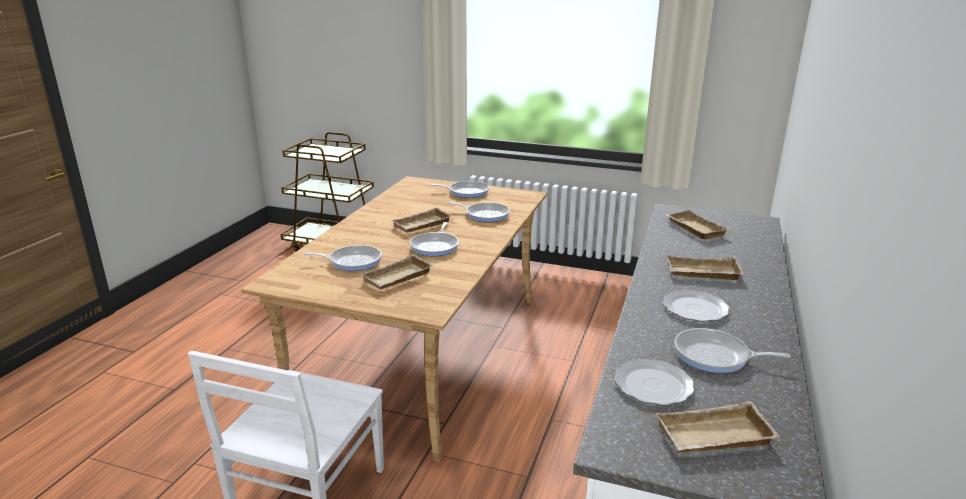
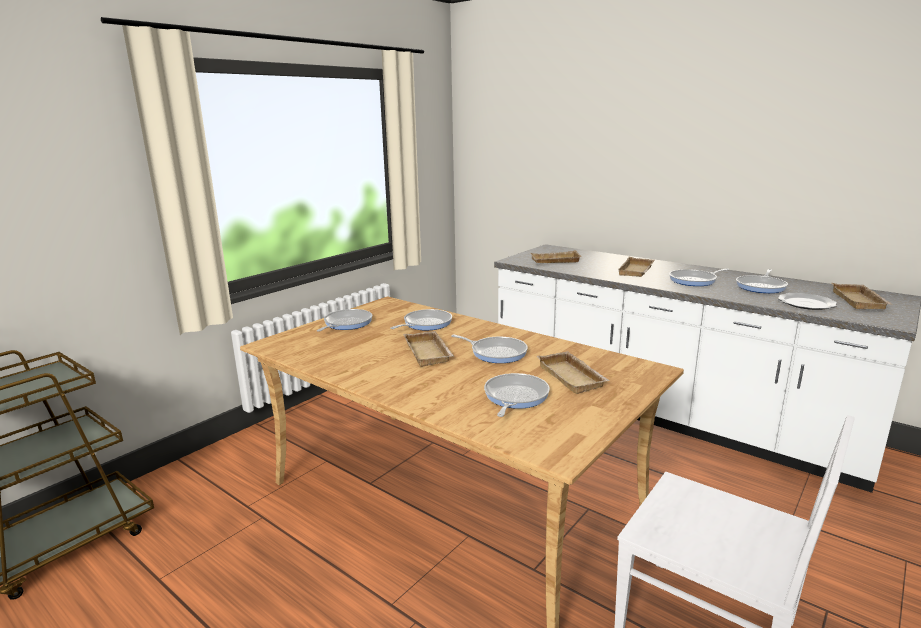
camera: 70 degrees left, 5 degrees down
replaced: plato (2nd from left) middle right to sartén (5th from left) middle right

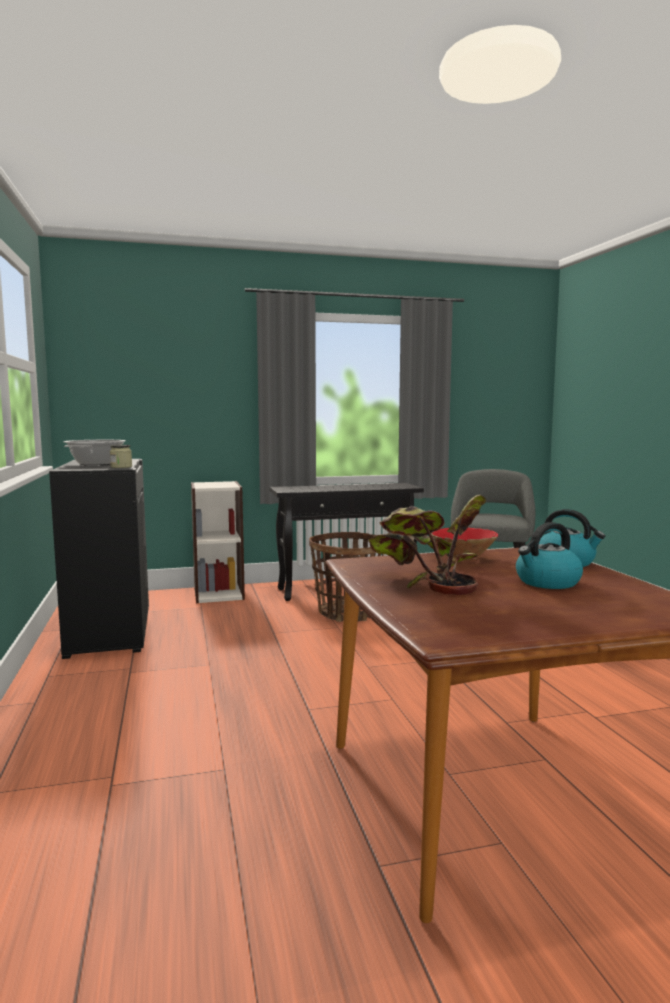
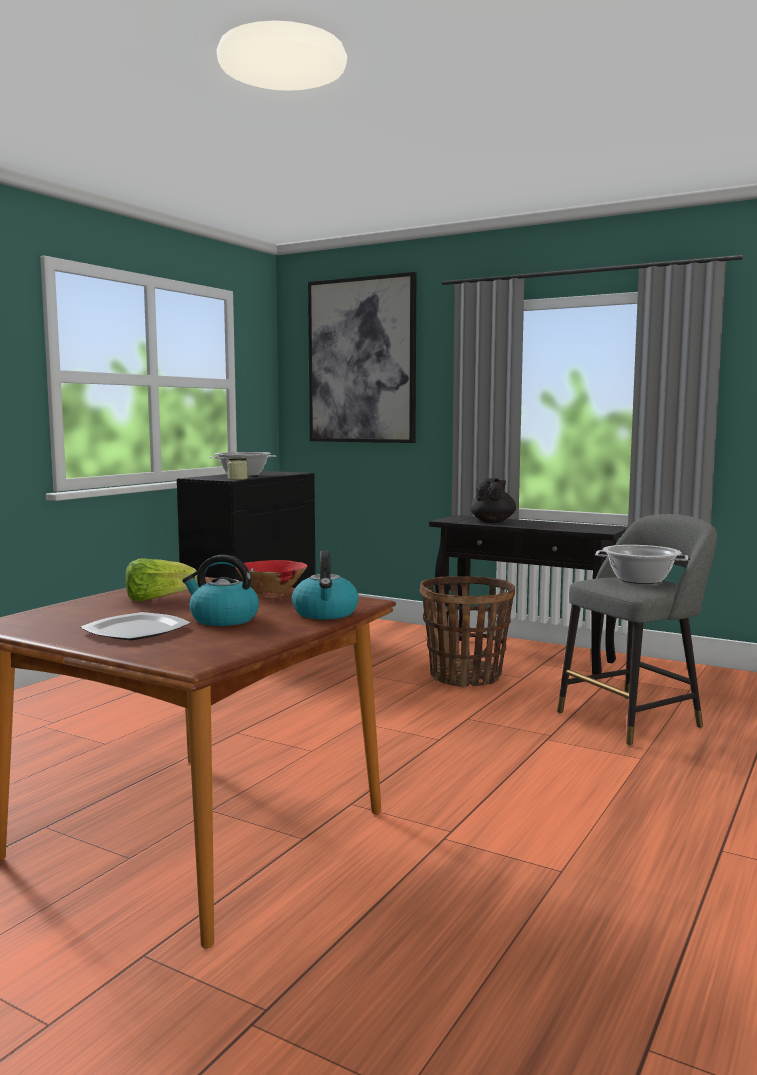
camera: 45 degrees right, 0 degrees up
removed: estantería middle left
added: plato middle left; cuadro top centre; tetera [negro] centre; olla (2nd from left) middle right
replaced: planta en maceta centre to lechuga middle left

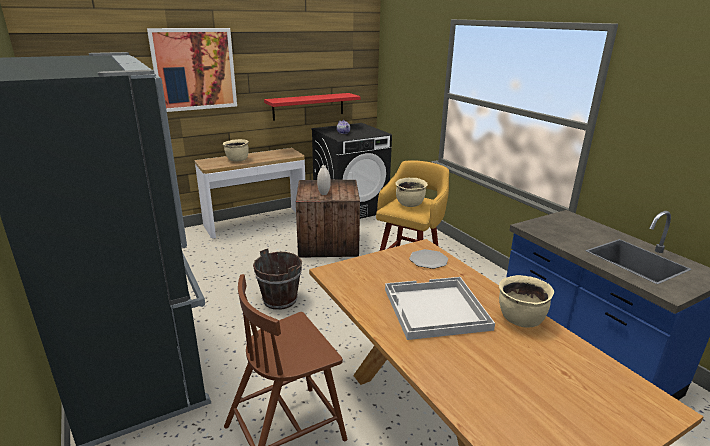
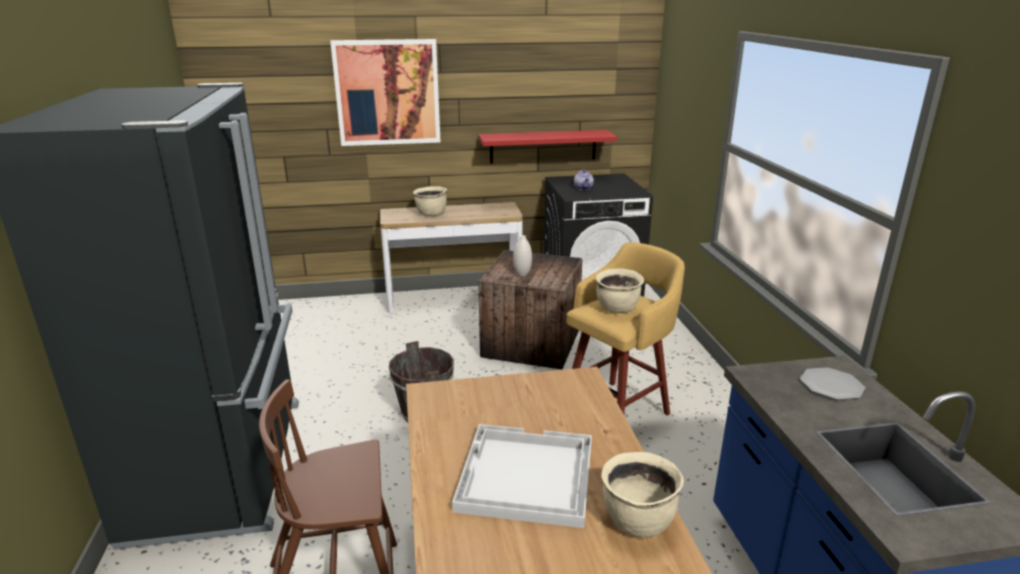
camera: 20 degrees right, 0 degrees up
moved: plato centre to bottom right

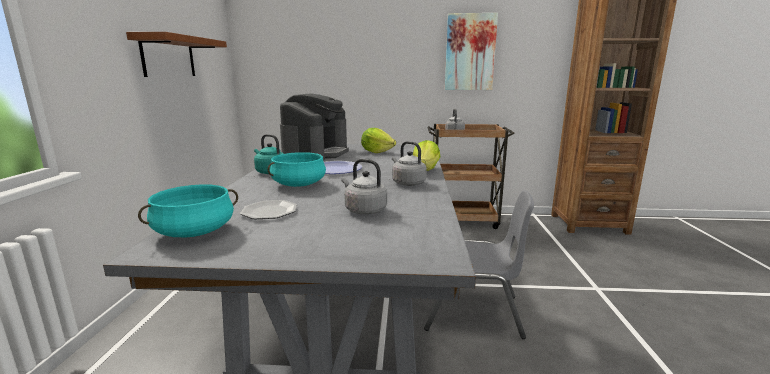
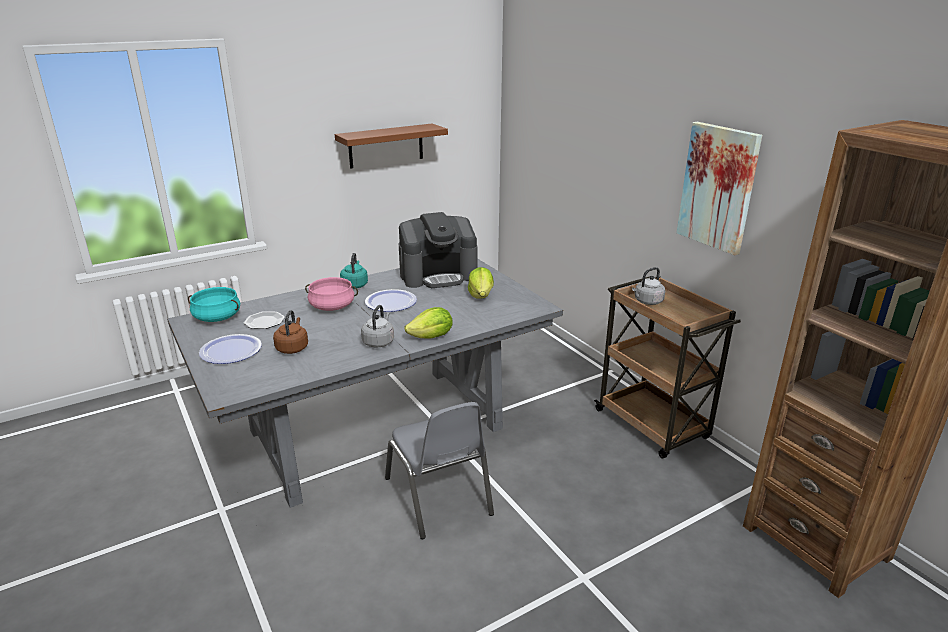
camera: 55 degrees right, 10 degrees up
added: plato (1st from left) middle left
recoloured: olla [turquesa] (2nd from left) centre to olla [rosa] centre; hervidor [gris] (1st from left) centre to hervidor [marrón] middle left

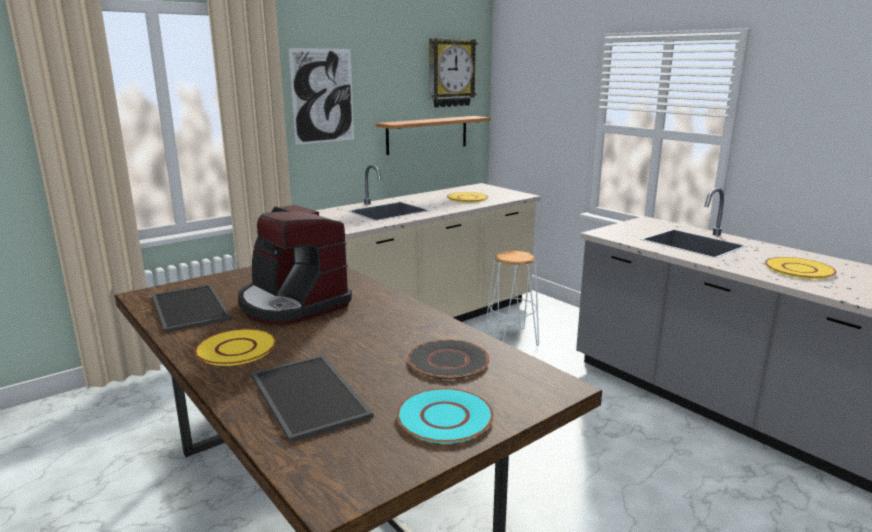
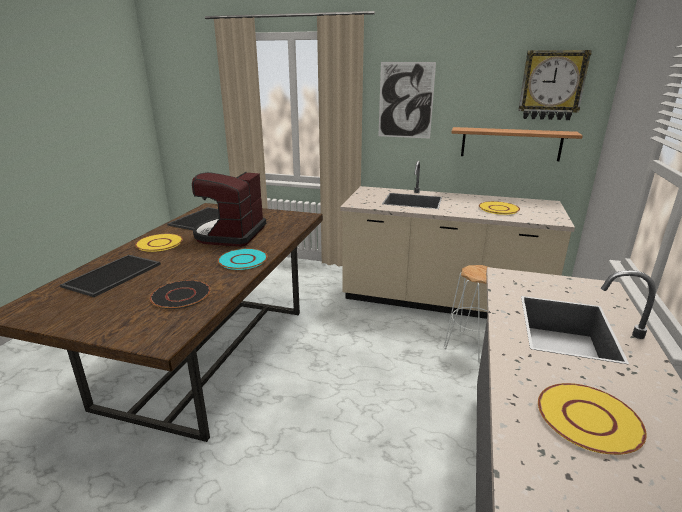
camera: 55 degrees right, 5 degrees up
moved: plato [turquesa] bottom centre to centre

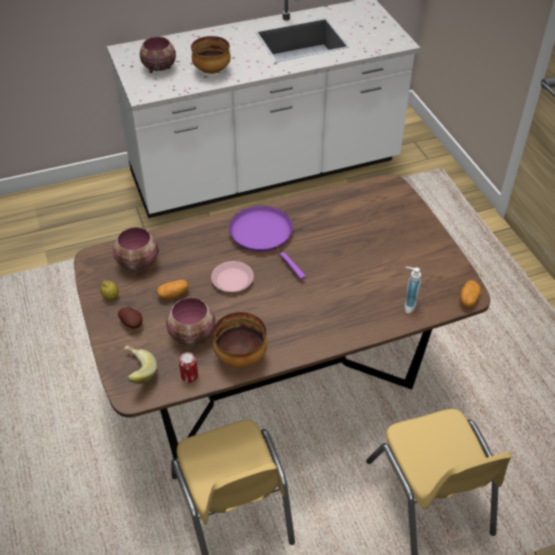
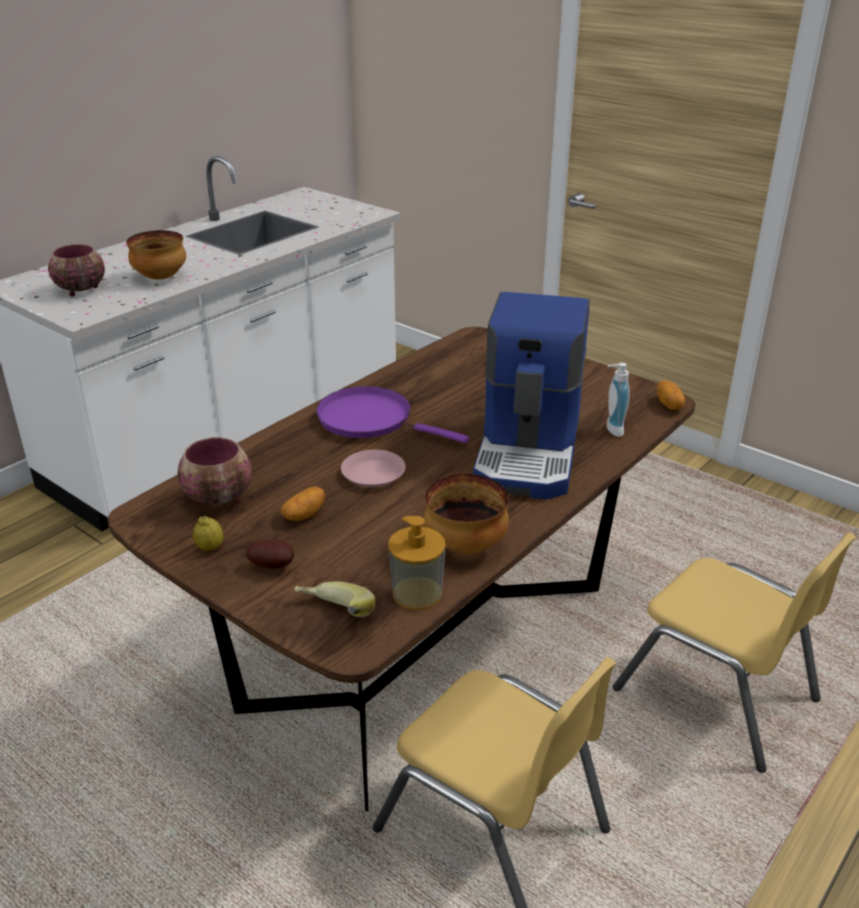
camera: 30 degrees left, 15 degrees down
removed: cuenco (3rd from left) centre
added: cafetera centre
replaced: lata centre to dispensador de jabón (1st from left) centre

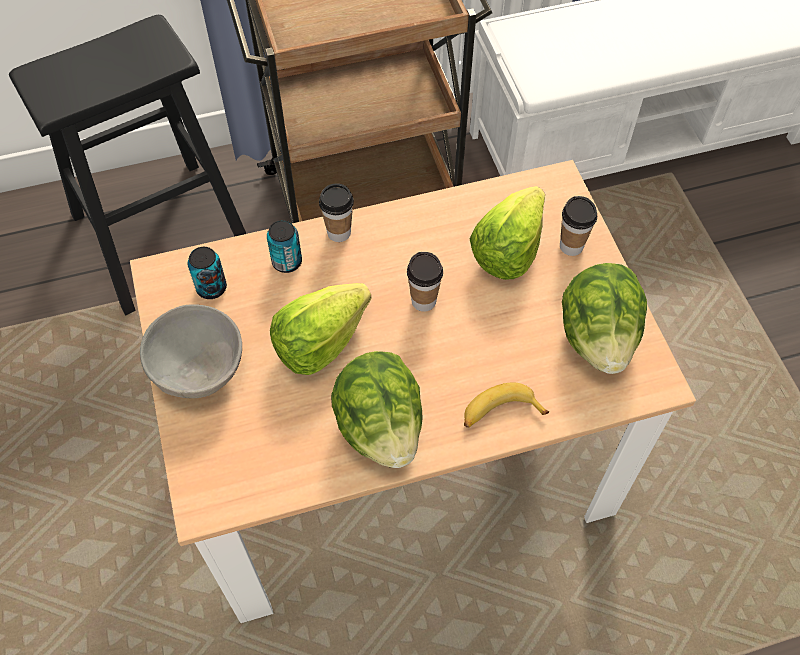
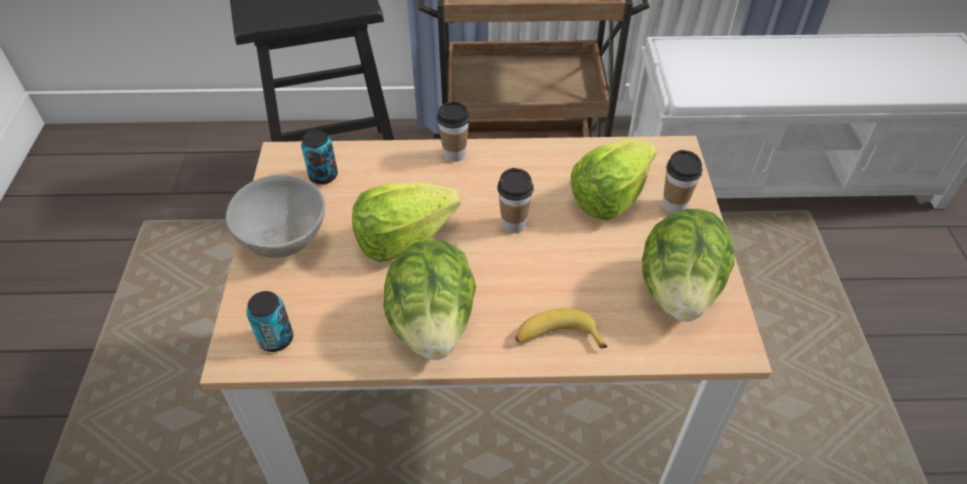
camera: 15 degrees right, 10 degrees down
moved: lata (2nd from left in the first image) centre to lata (1st from left) middle left

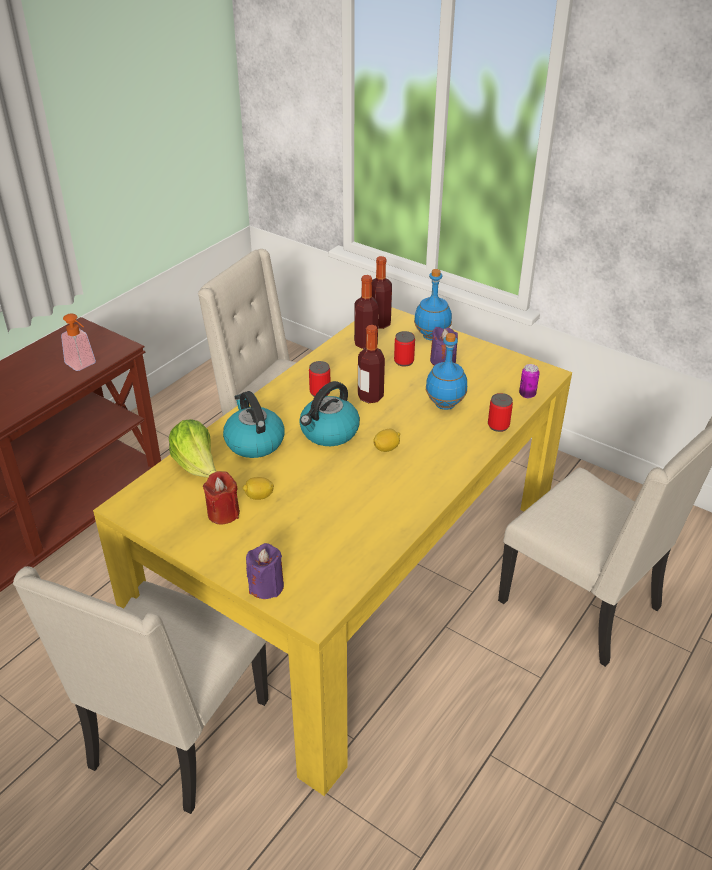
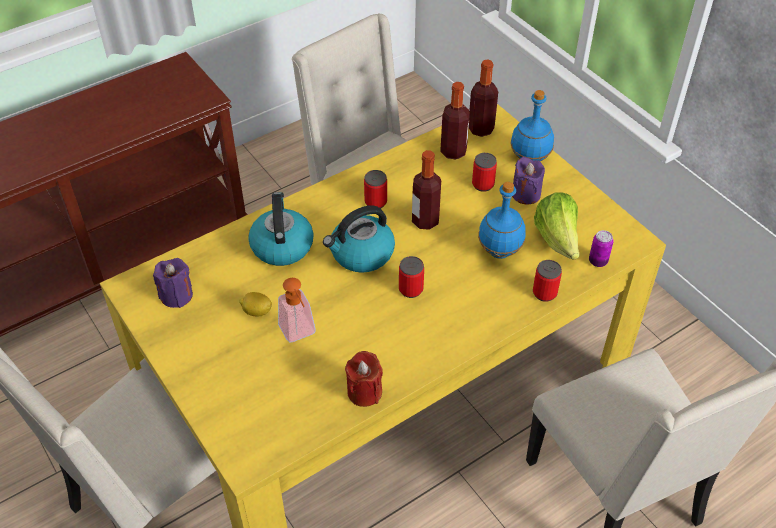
camera: 20 degrees right, 10 degrees up
moved: dispensador de jabón middle left to centre; lechuga middle left to middle right; vela [rojo] middle left to bottom centre; vela [morado] (1st from left) centre to middle left
replaced: limón (2nd from left) centre to lata (2nd from left) centre

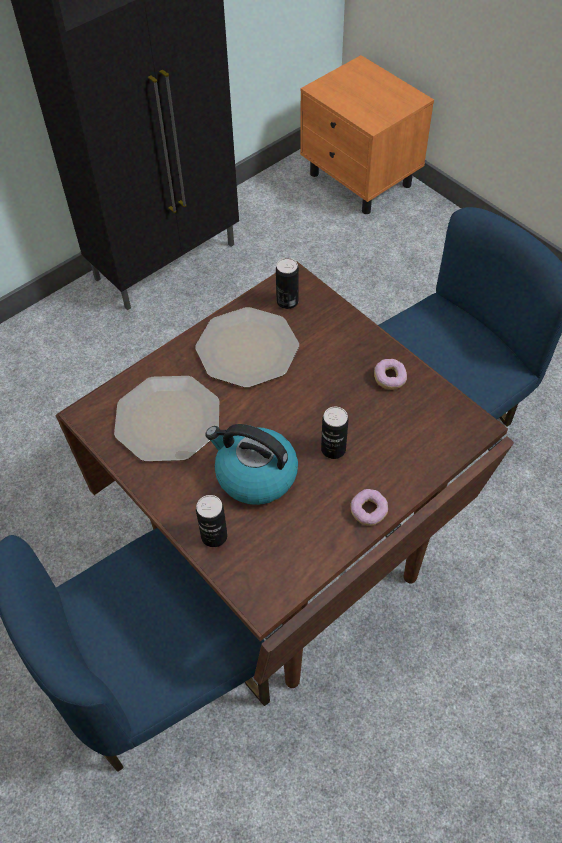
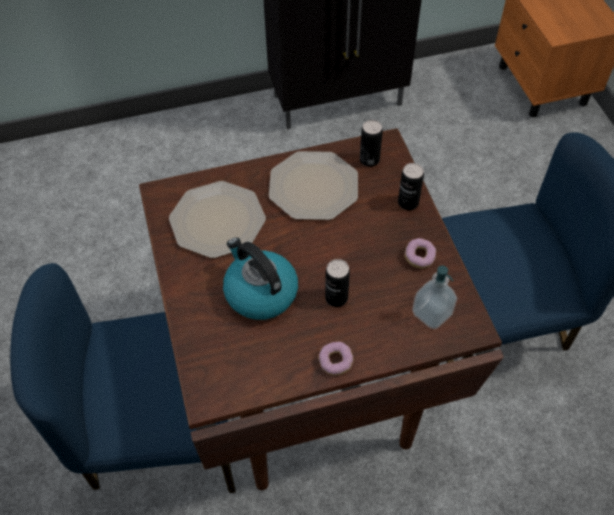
camera: 25 degrees right, 0 degrees up
added: dispensador de jabón middle right
moved: lata (1st from left in the first image) centre to lata (3rd from left) middle right

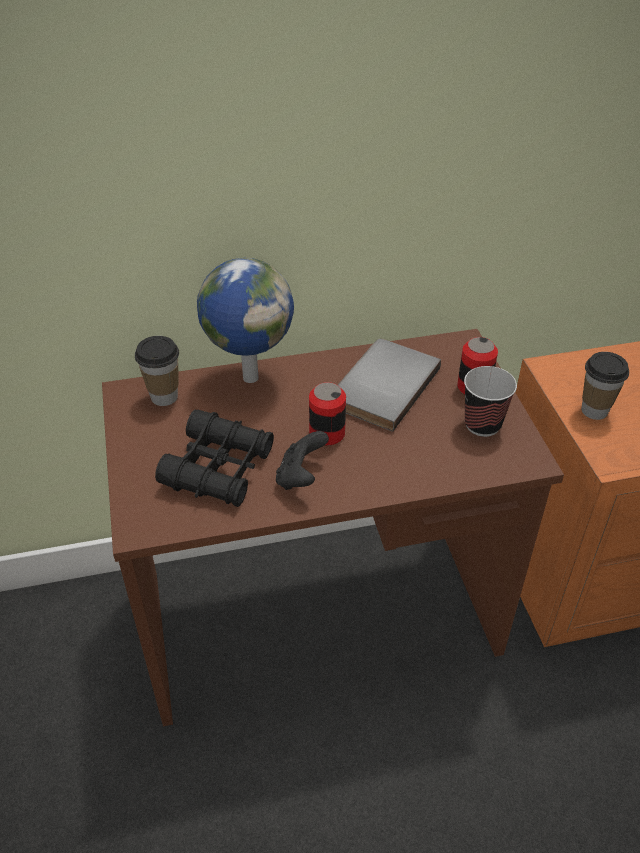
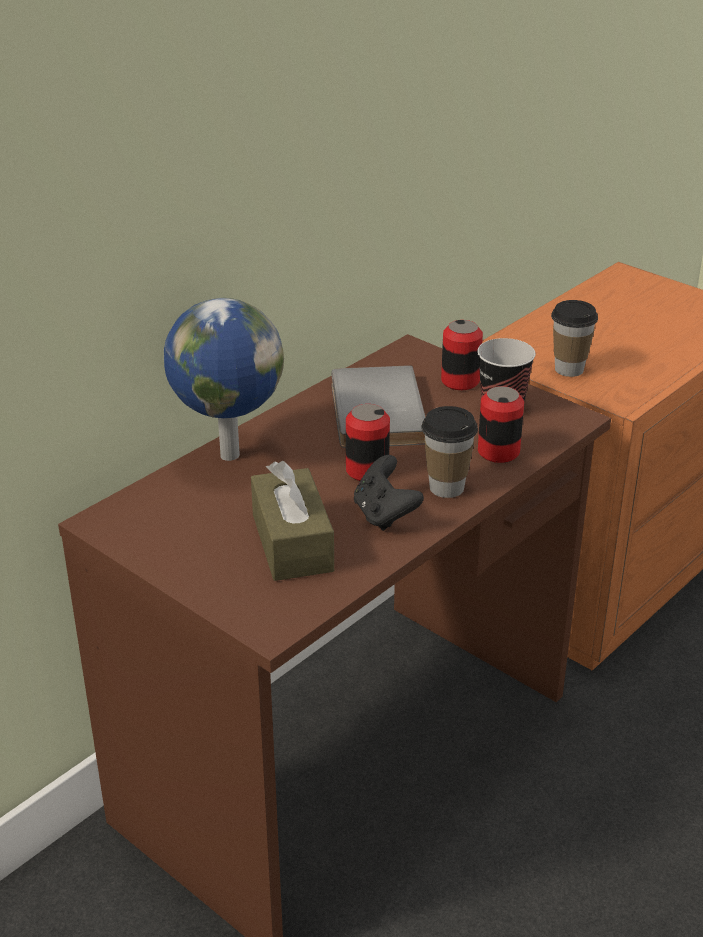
camera: 35 degrees left, 10 degrees down
added: lata (3rd from left) middle right
moved: taza (1st from left) middle left to centre
replaced: prismáticos [negro] centre to caja de pañuelos [marrón] centre

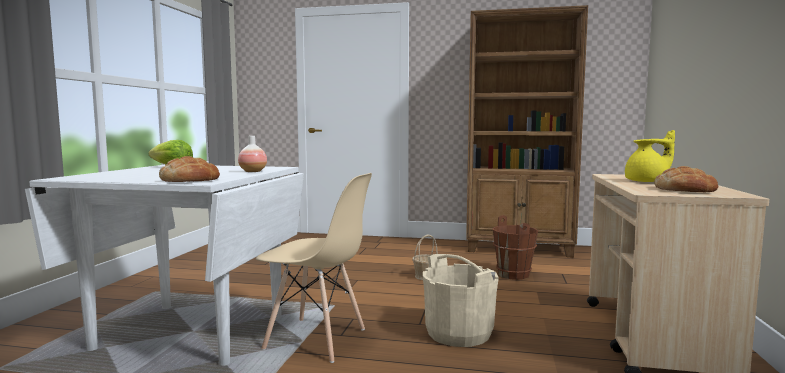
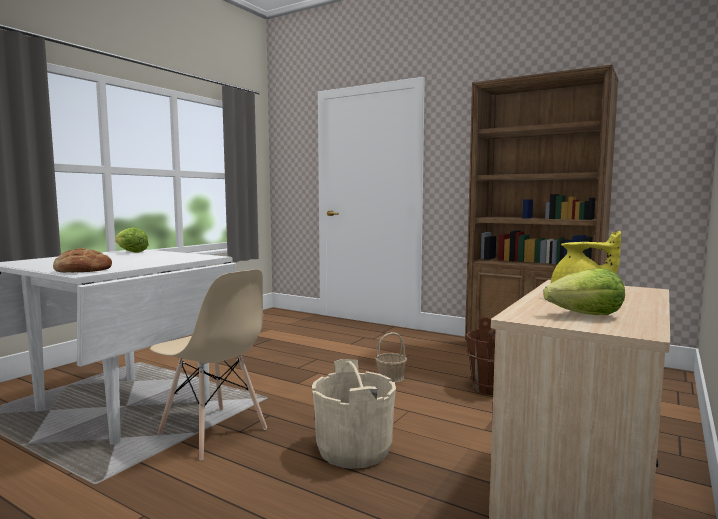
camera: 20 degrees right, 0 degrees up
removed: florero middle left
replaced: pan (2nd from left) middle right to lechuga (2nd from left) middle right

